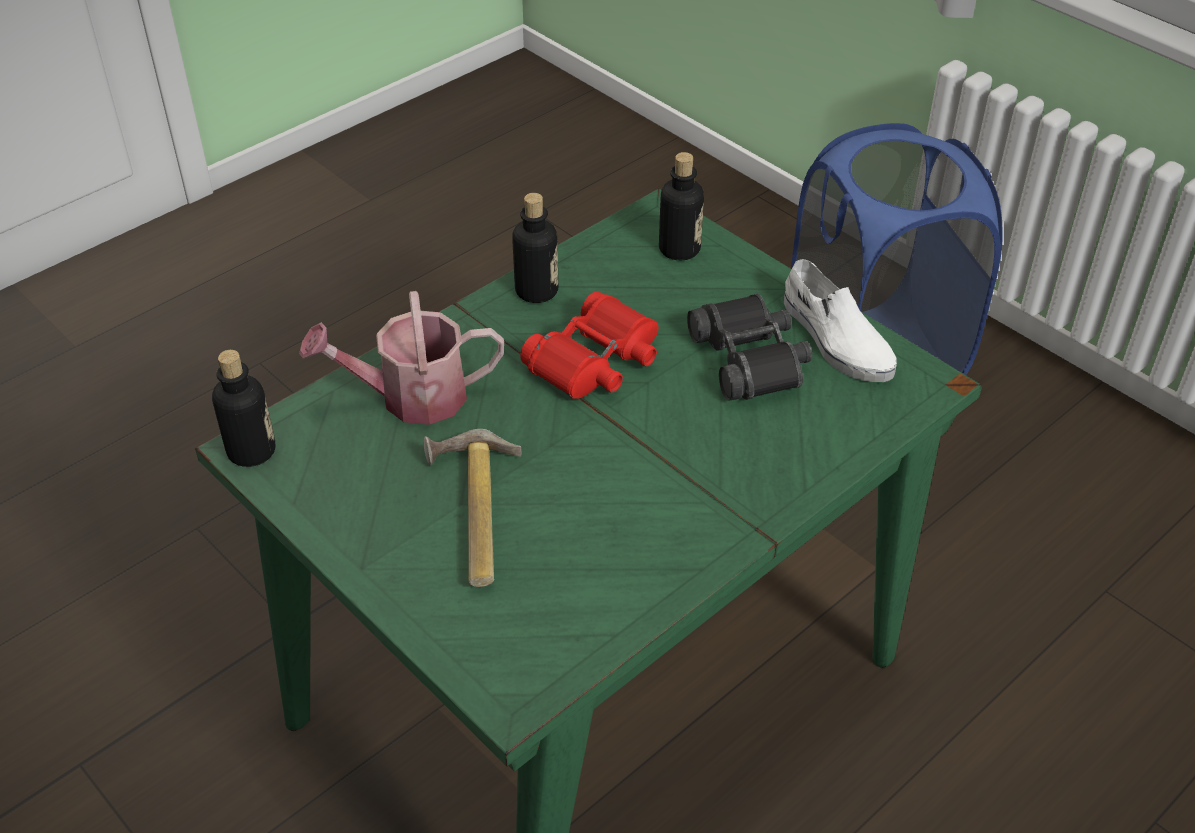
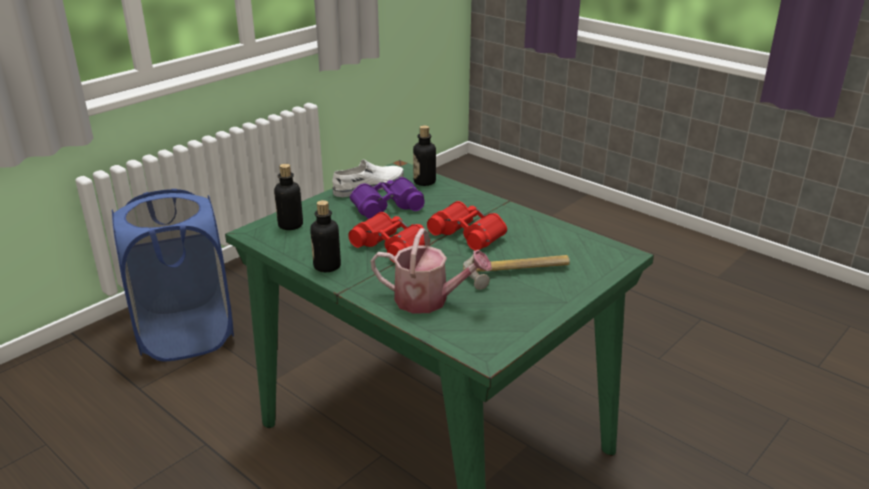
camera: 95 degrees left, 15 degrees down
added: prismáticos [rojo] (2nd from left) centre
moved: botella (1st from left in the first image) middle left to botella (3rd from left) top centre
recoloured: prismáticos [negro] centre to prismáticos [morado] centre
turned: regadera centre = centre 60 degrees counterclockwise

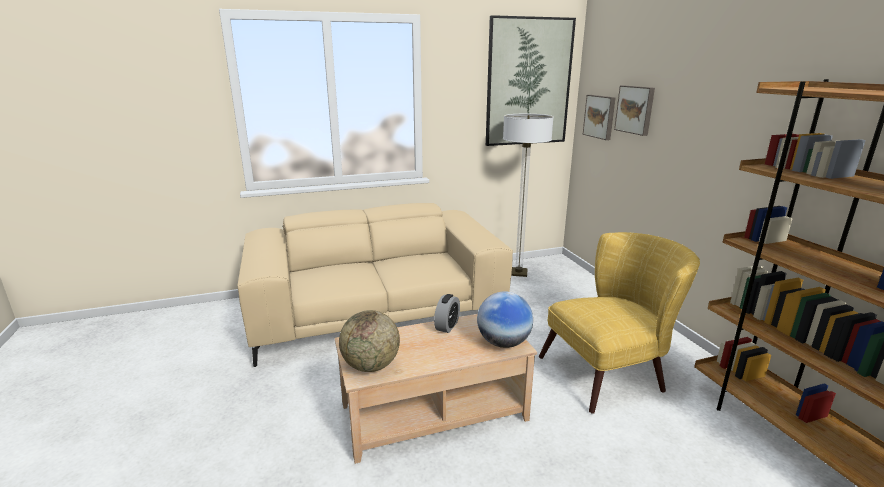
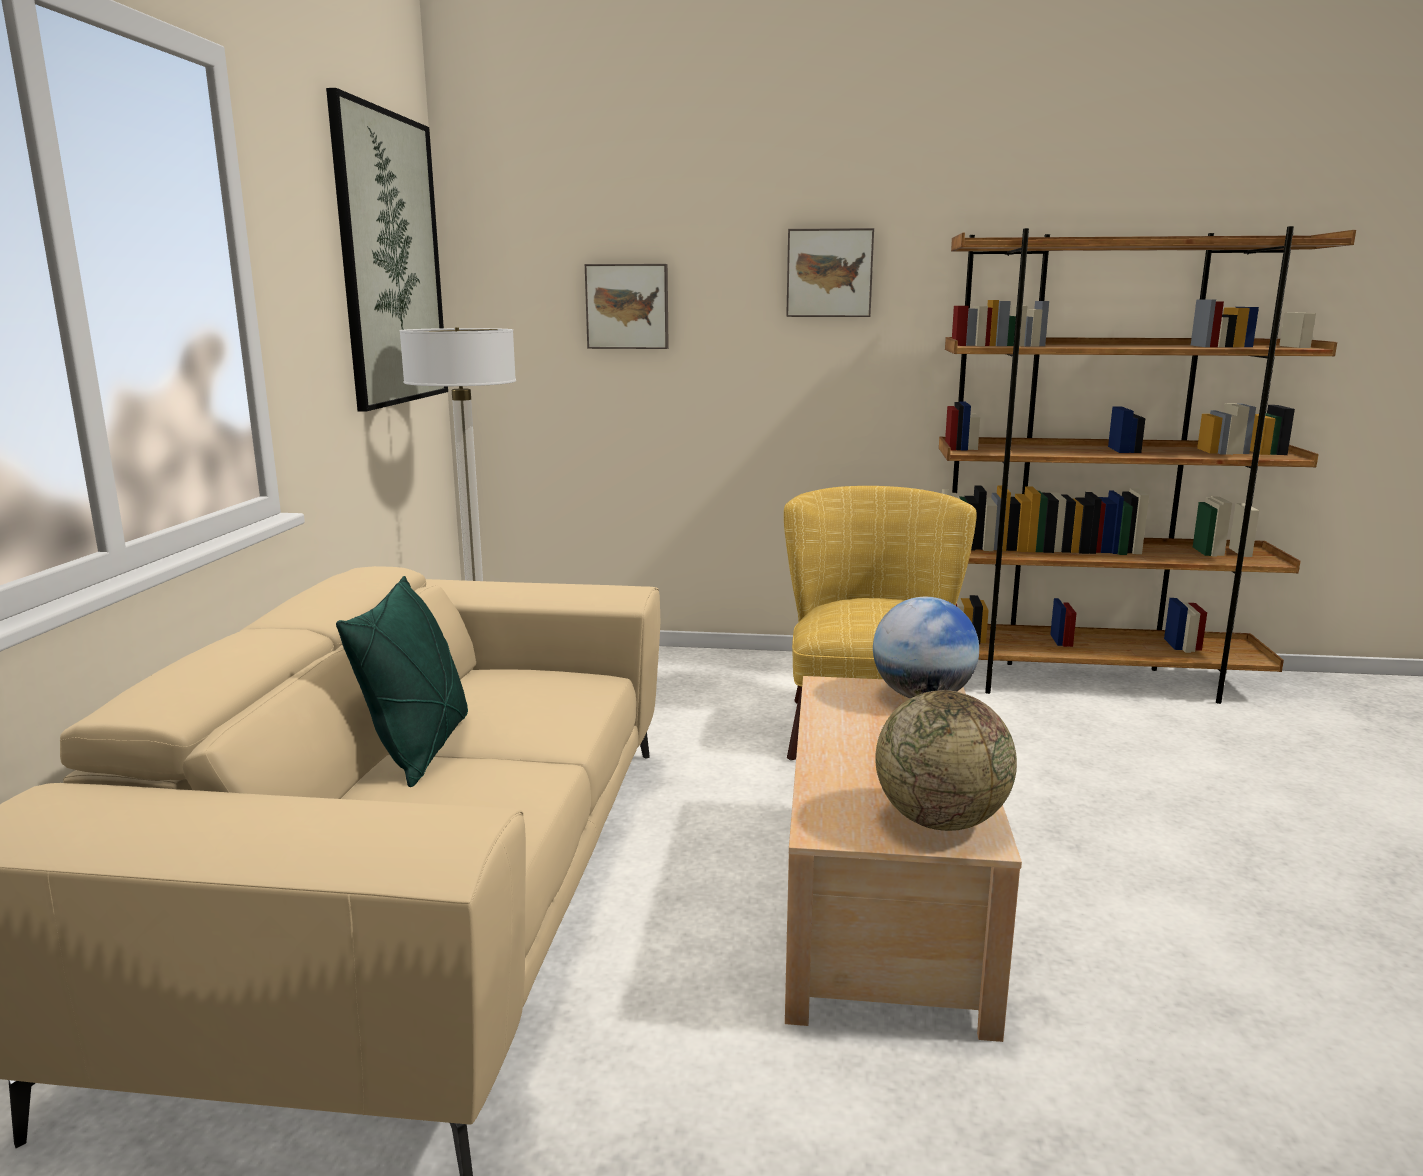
camera: 65 degrees left, 5 degrees down
removed: despertador centre
added: cojín [verde] middle left
moved: cuadro (2nd from left in the first image) top right to cuadro (3rd from left) top centre

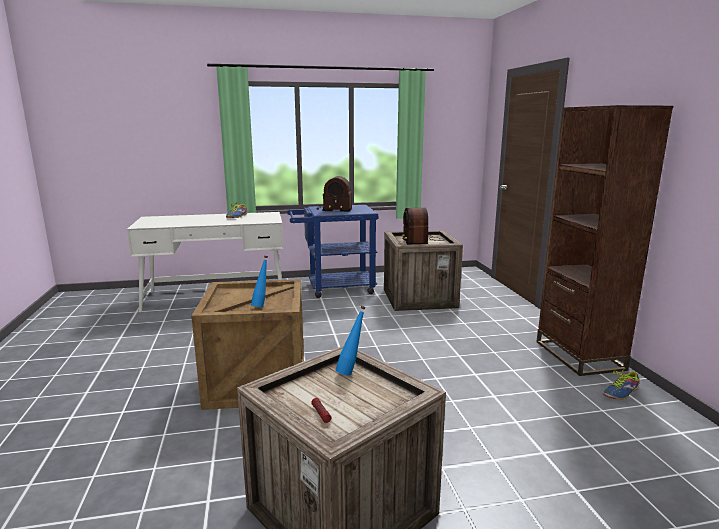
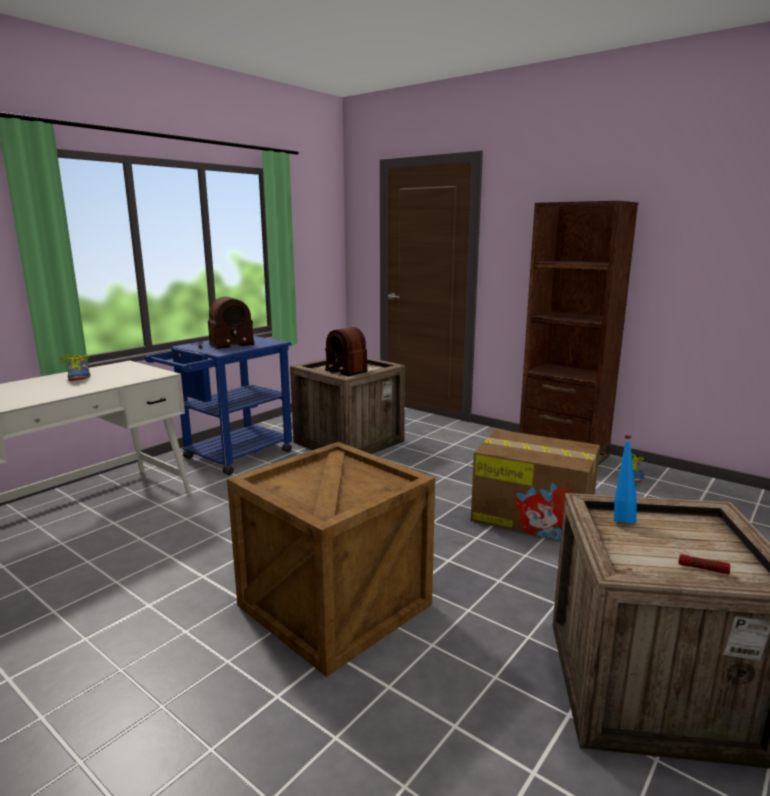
camera: 40 degrees left, 0 degrees up
removed: botella [azul] (1st from left) centre
added: caja de cartón middle right

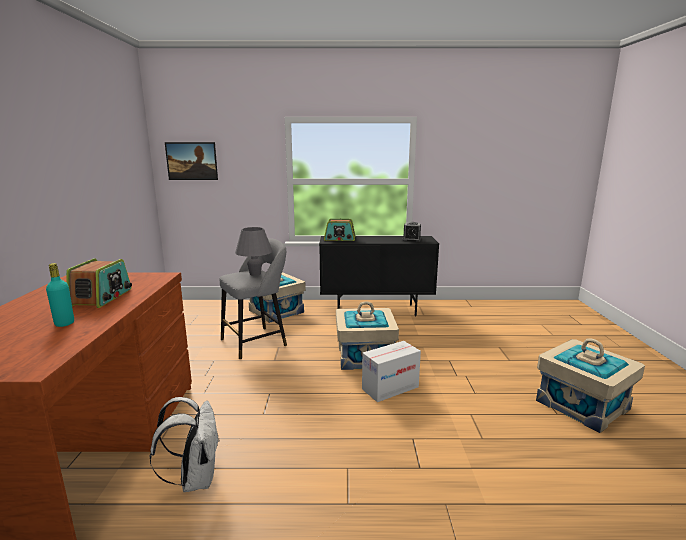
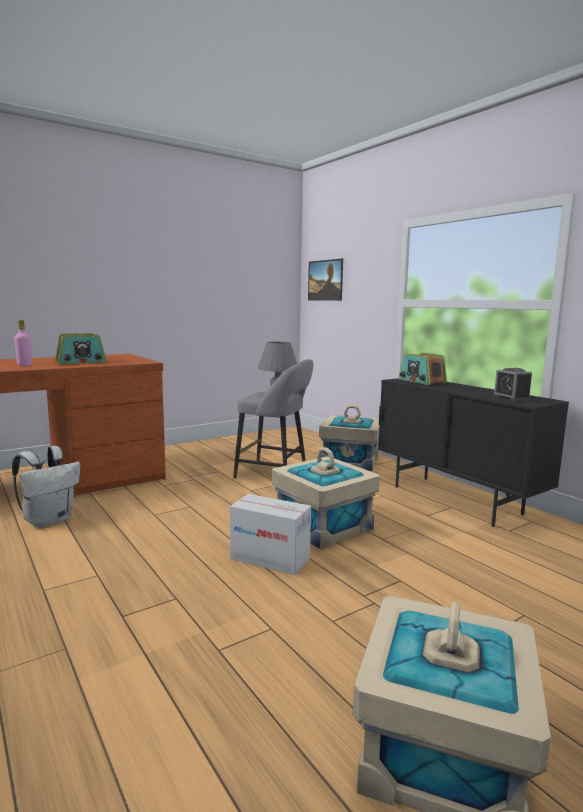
camera: 55 degrees right, 5 degrees down
recoloured: botella [turquesa] middle left to botella [rosa] middle left

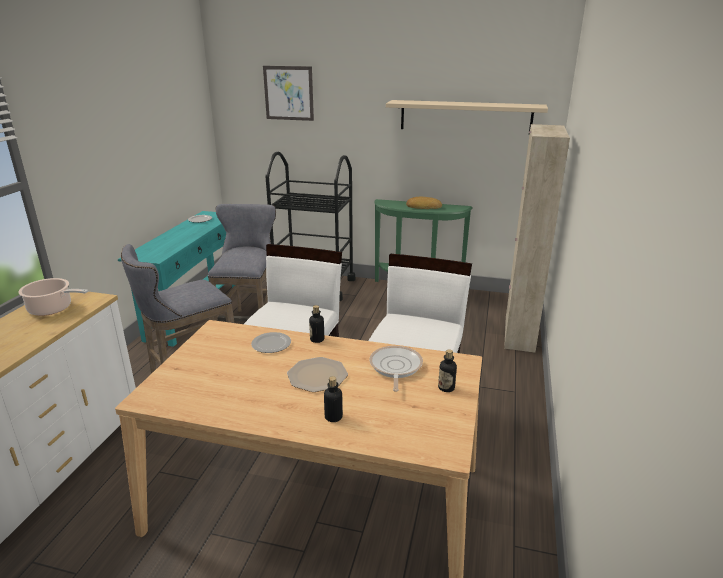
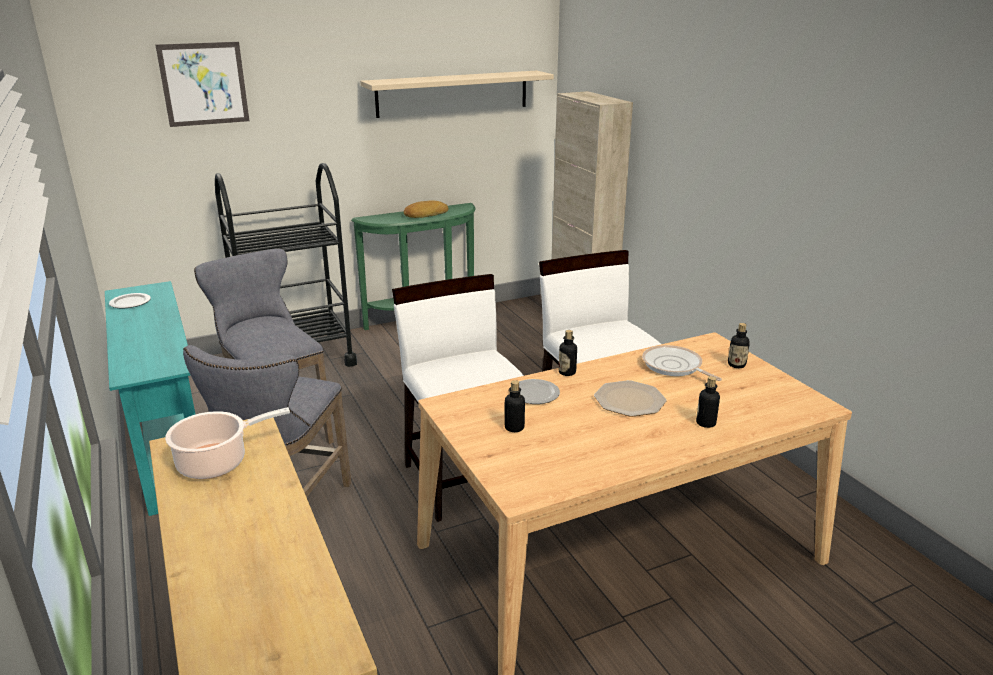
camera: 40 degrees left, 0 degrees up
added: botella (1st from left) centre

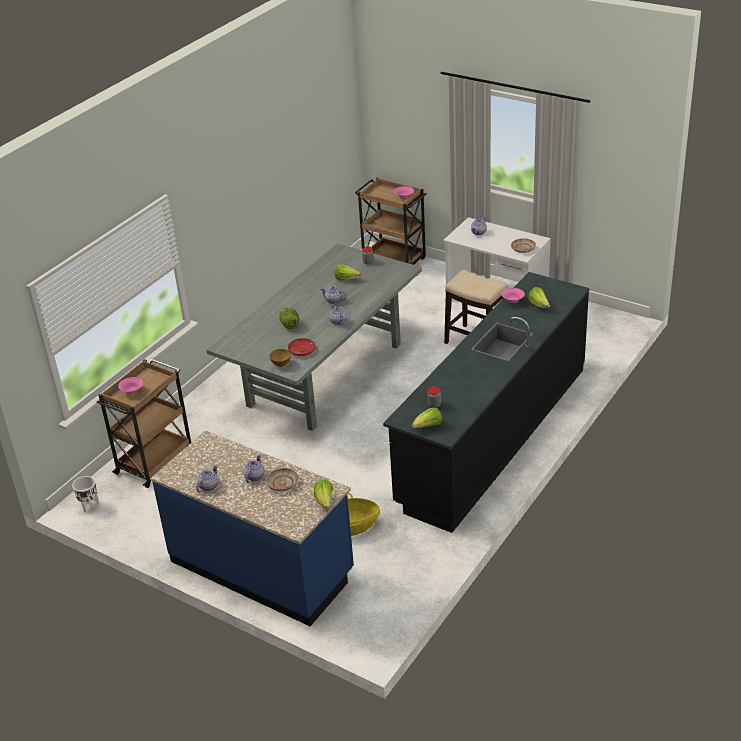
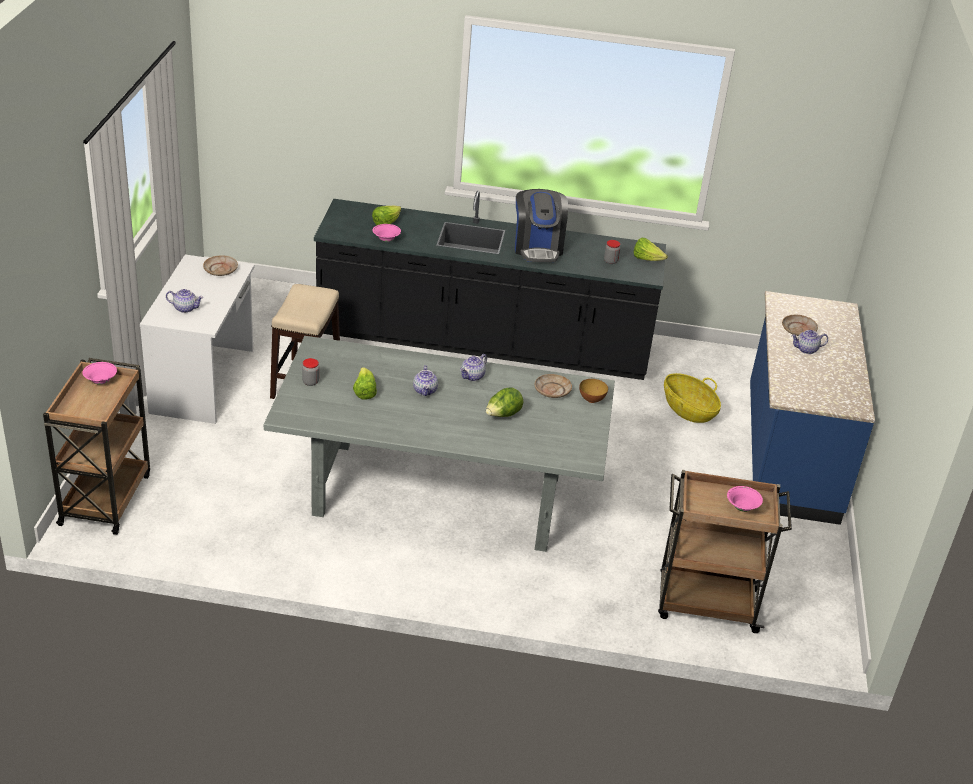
camera: 120 degrees left, 0 degrees up
removed: maceta [blanco] bottom left; tetera (1st from left) middle left; lechuga (2nd from left) bottom centre
added: cafetera top centre
recoloured: plato [rojo] centre to plato [beis] (2nd from left) centre

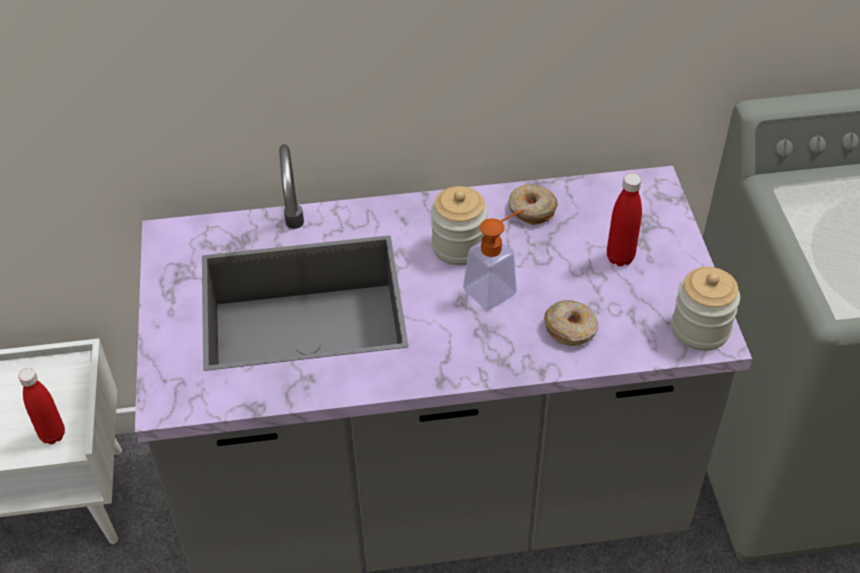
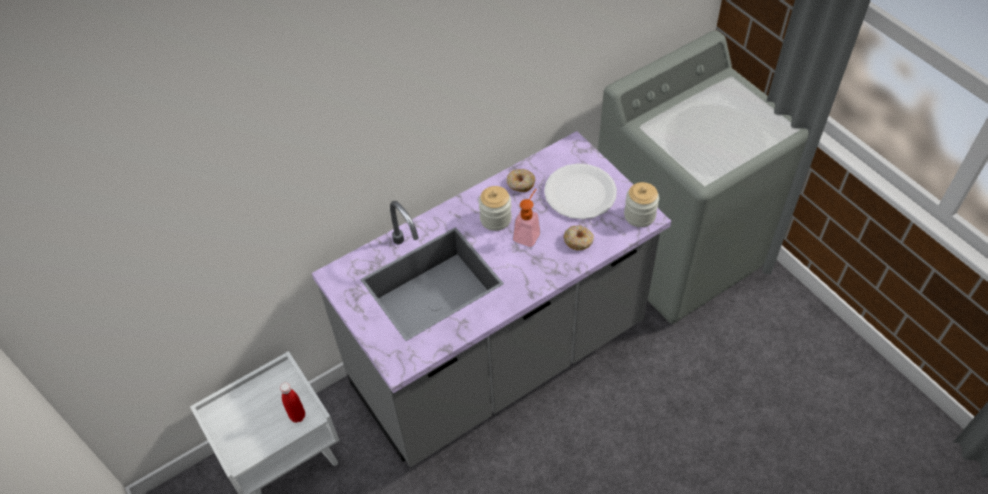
camera: 25 degrees left, 5 degrees up
replaced: botella [rojo] (2nd from left) middle right to plato [blanco] centre

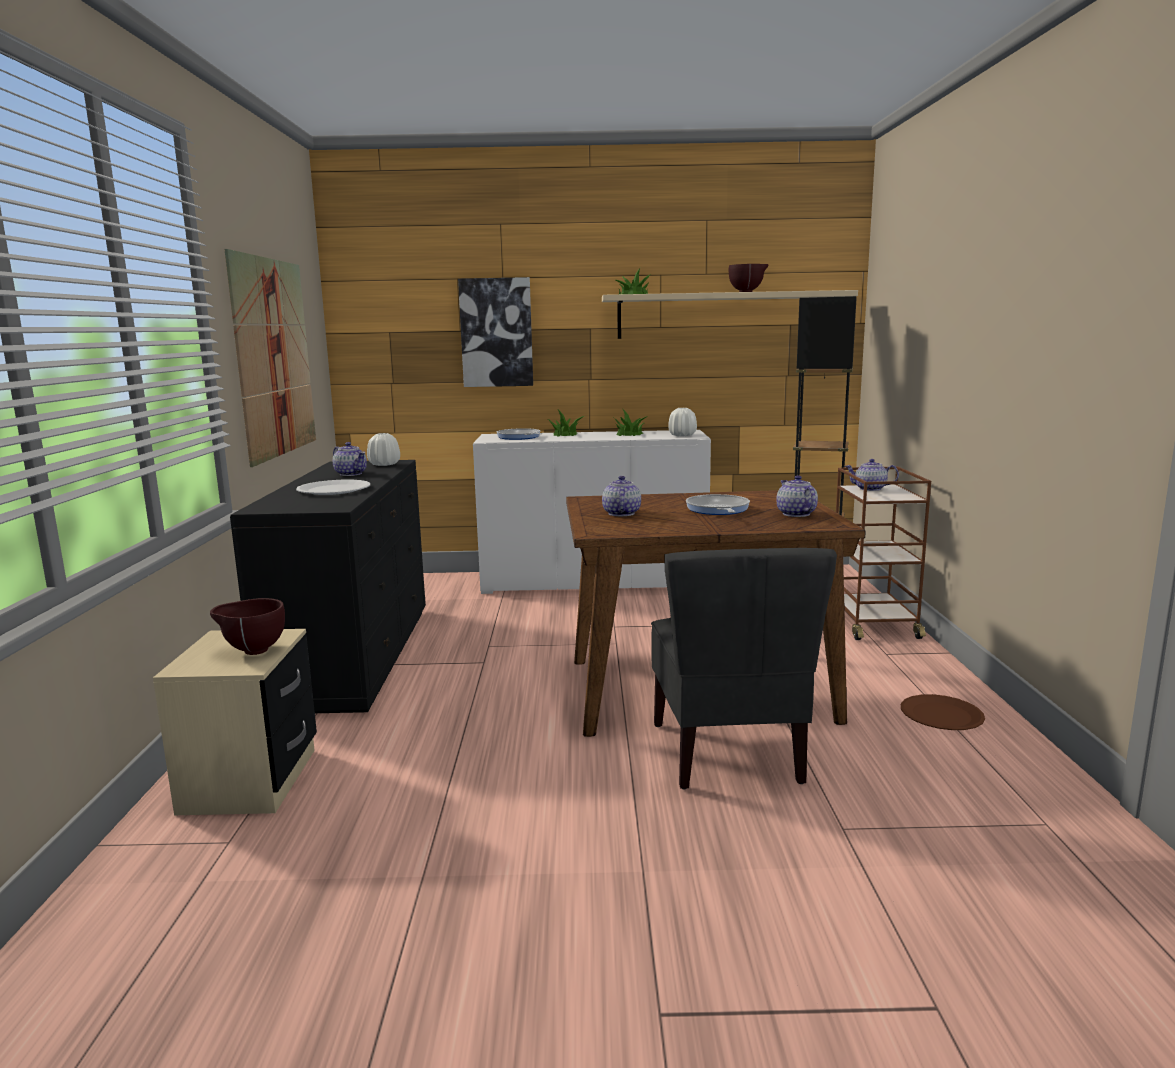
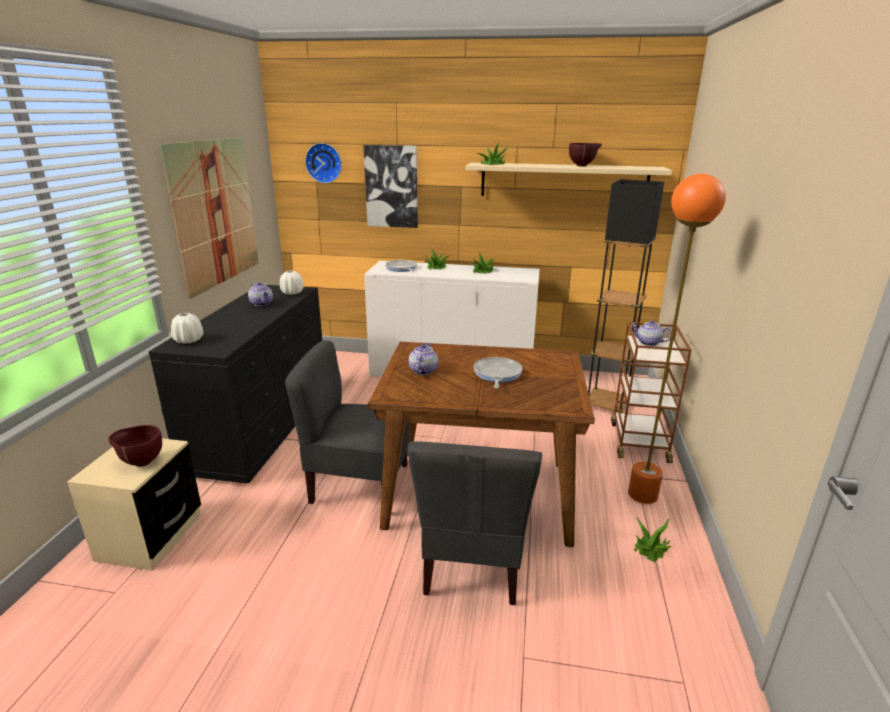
camera: 10 degrees right, 10 degrees up
removed: plato [blanco] middle left; tetera (3rd from left) middle right
added: silla [gris] (1st from left) centre; reloj de pared top centre; lámpara de pie [naranja] middle right
moved: florero [blanco] (2nd from left in the first image) centre to florero [blanco] (1st from left) middle left
replaced: plato [marrón] bottom right to planta en maceta (4th from left) bottom right

